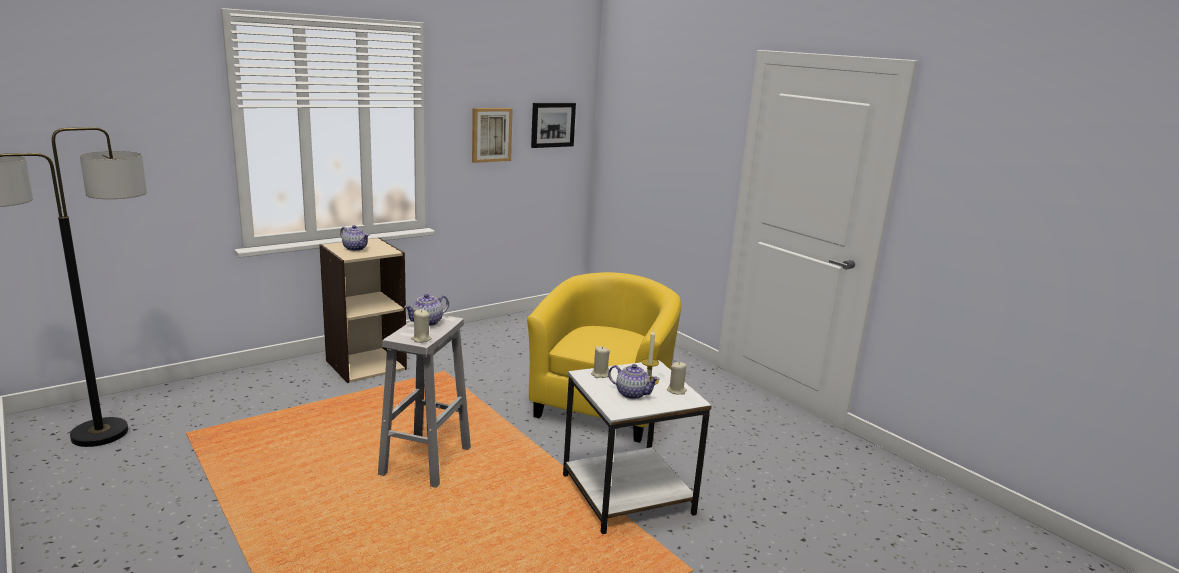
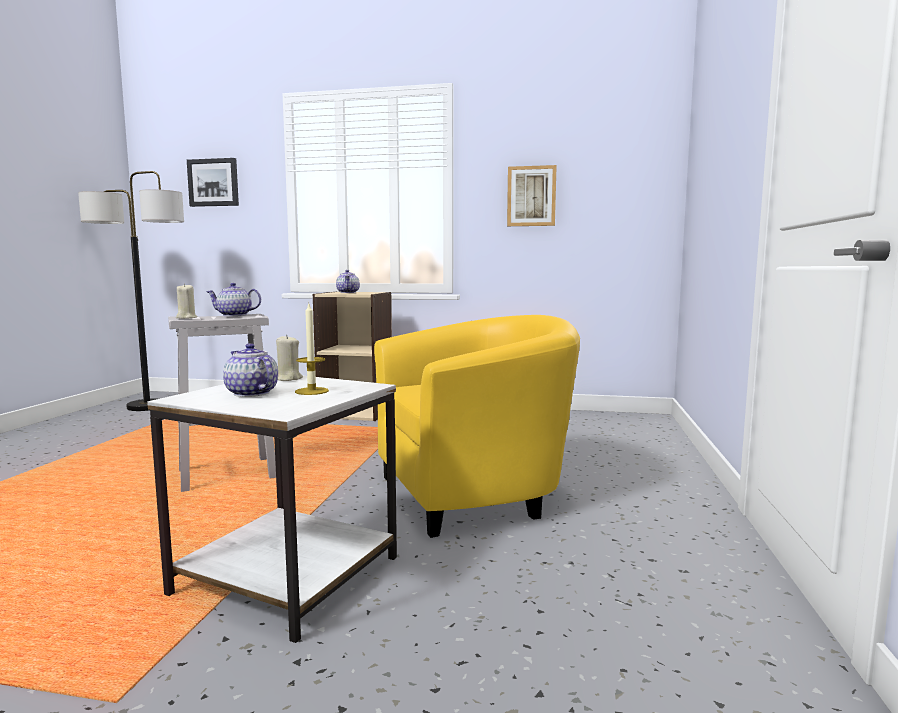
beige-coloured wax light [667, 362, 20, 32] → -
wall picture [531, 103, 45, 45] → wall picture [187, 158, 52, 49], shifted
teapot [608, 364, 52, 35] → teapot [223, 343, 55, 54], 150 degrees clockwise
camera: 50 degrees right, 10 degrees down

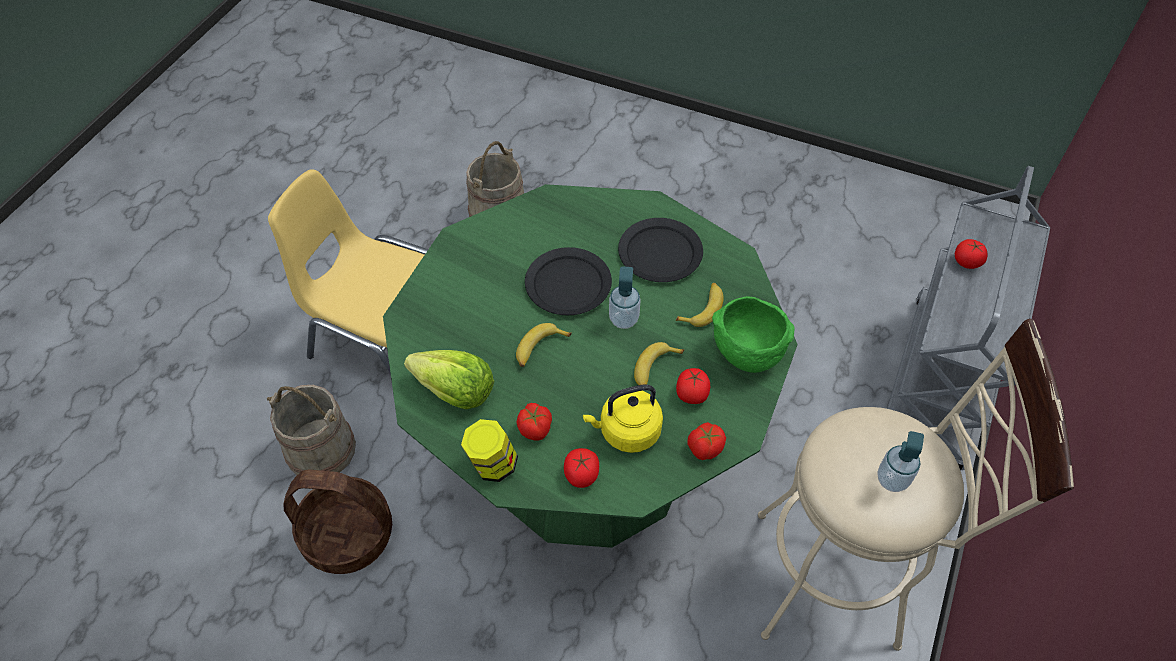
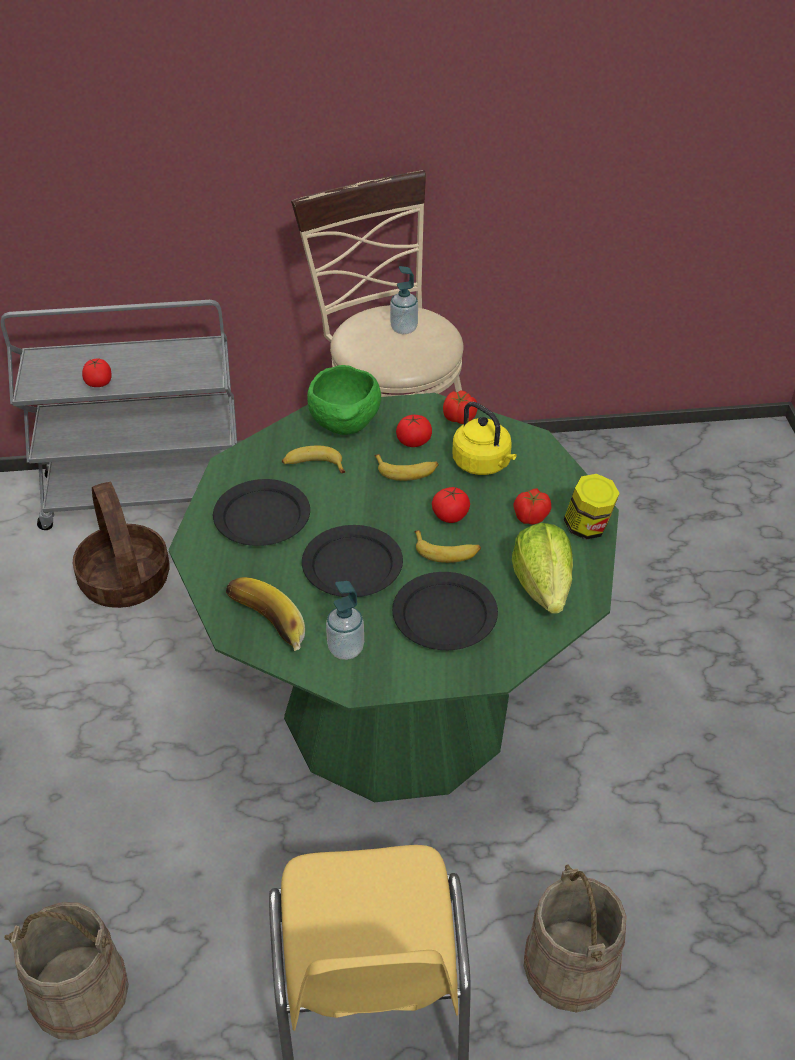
- → whole banana [226, 577, 79, 74]
- → black-coloured dinner plate [392, 572, 106, 78]
basket [283, 470, 109, 104] → basket [73, 481, 96, 127], shifted
tomato [564, 448, 35, 40] → tomato [432, 487, 38, 36], shifted
soap bottle [609, 266, 32, 63] → soap bottle [326, 581, 38, 79], shifted
camera: 120 degrees left, 10 degrees down

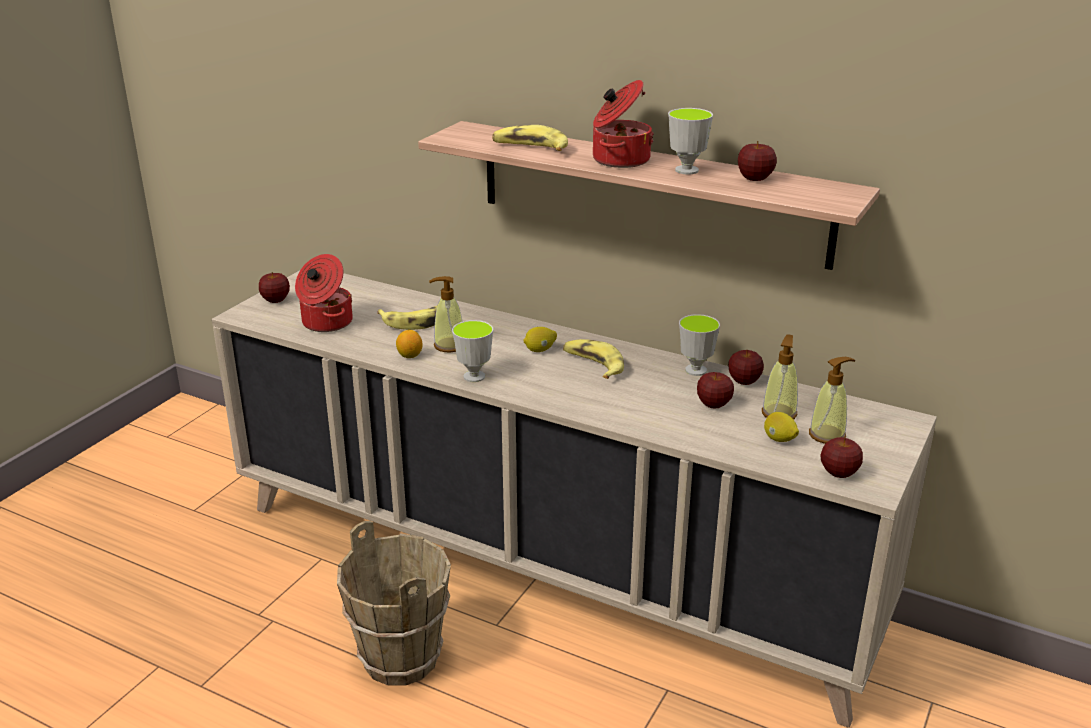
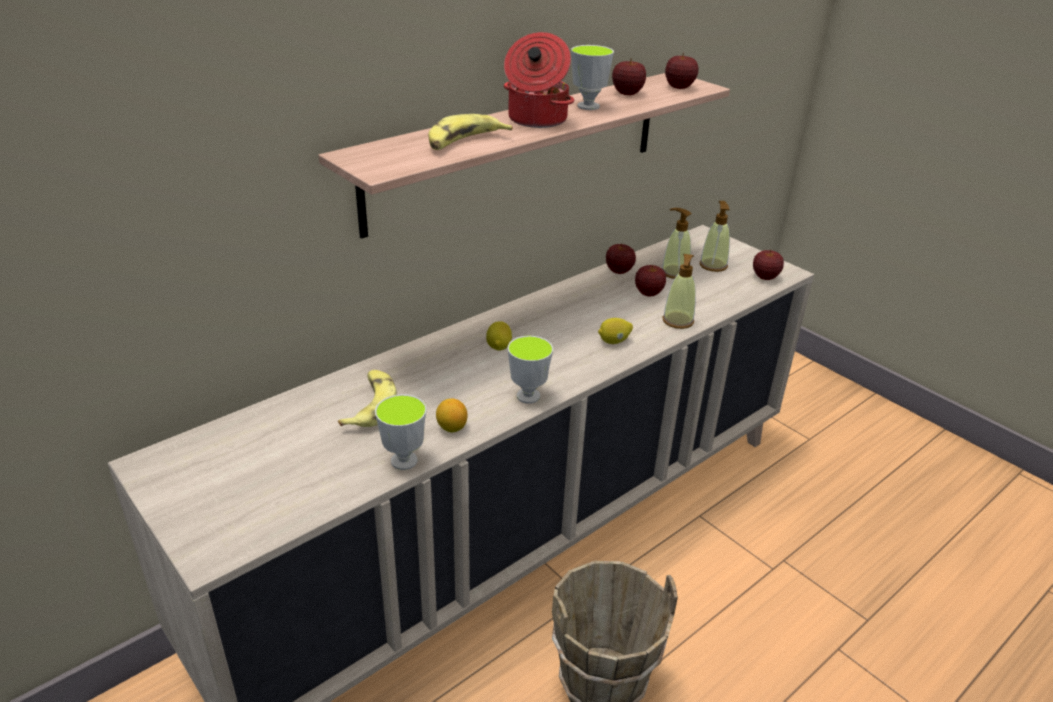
cooking pot [295, 254, 58, 78] → -
whole banana [563, 339, 61, 40] → -
whole apple [259, 272, 31, 31] → whole apple [665, 53, 33, 36], shifted
soap bottle [429, 276, 33, 76] → soap bottle [663, 254, 33, 75], shifted
cup [679, 314, 41, 62] → cup [375, 394, 52, 76], shifted
citrus fruit [764, 412, 35, 30] → citrus fruit [598, 318, 35, 26], shifted
camera: 70 degrees left, 5 degrees up

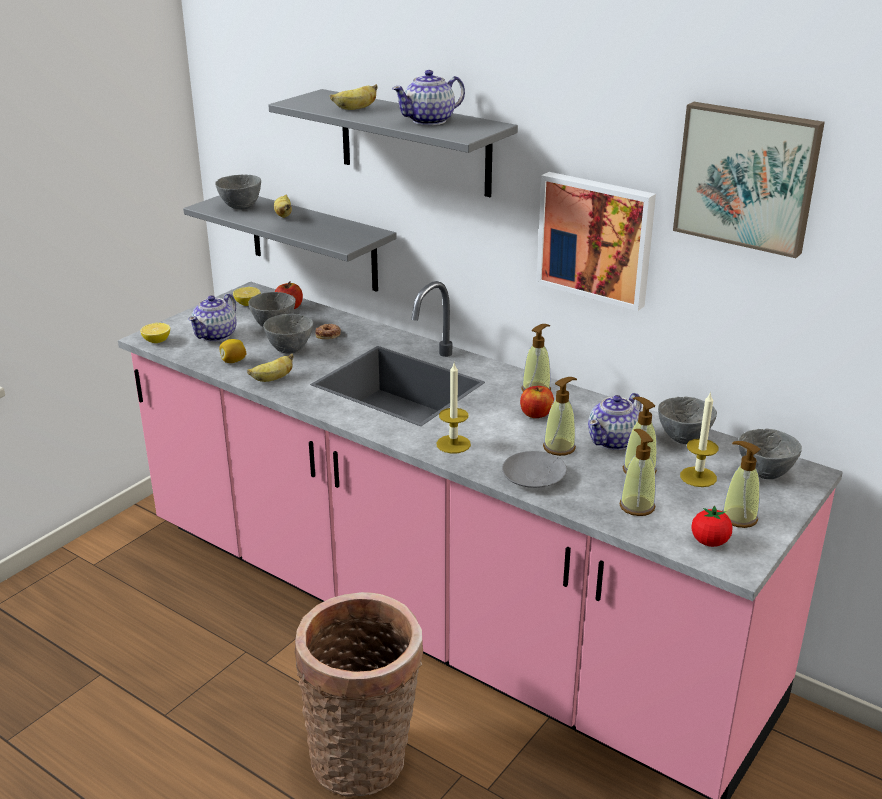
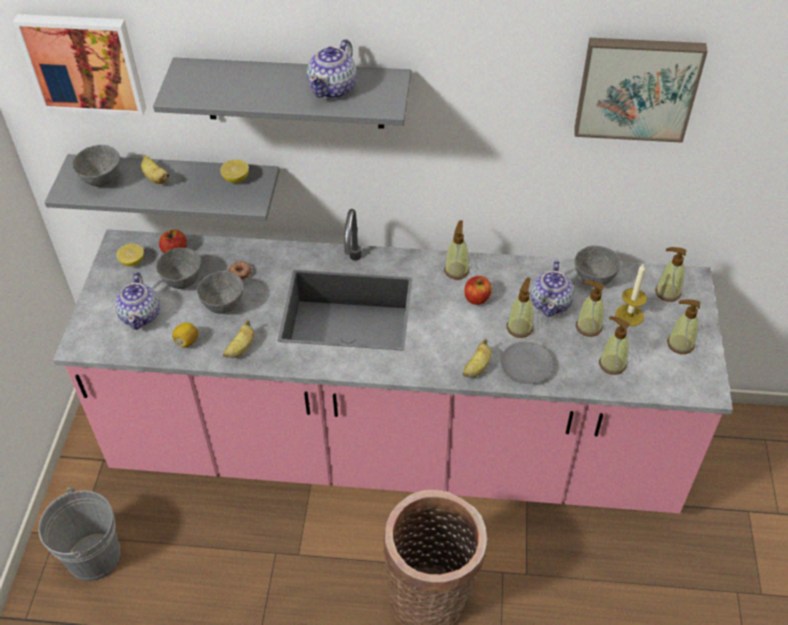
wax light [437, 363, 34, 90] → -
tomato [691, 505, 42, 42] → -
- → grey water bucket [38, 488, 82, 93]
citrus fruit [140, 323, 30, 20] → citrus fruit [220, 159, 29, 24], shifted
whole banana [330, 84, 48, 26] → whole banana [462, 339, 30, 39], shifted
wall picture [536, 172, 120, 139] → wall picture [13, 14, 133, 102], shifted
grey deep dish [739, 429, 63, 50] → soap bottle [655, 247, 31, 55]
camera: 30 degrees left, 20 degrees up

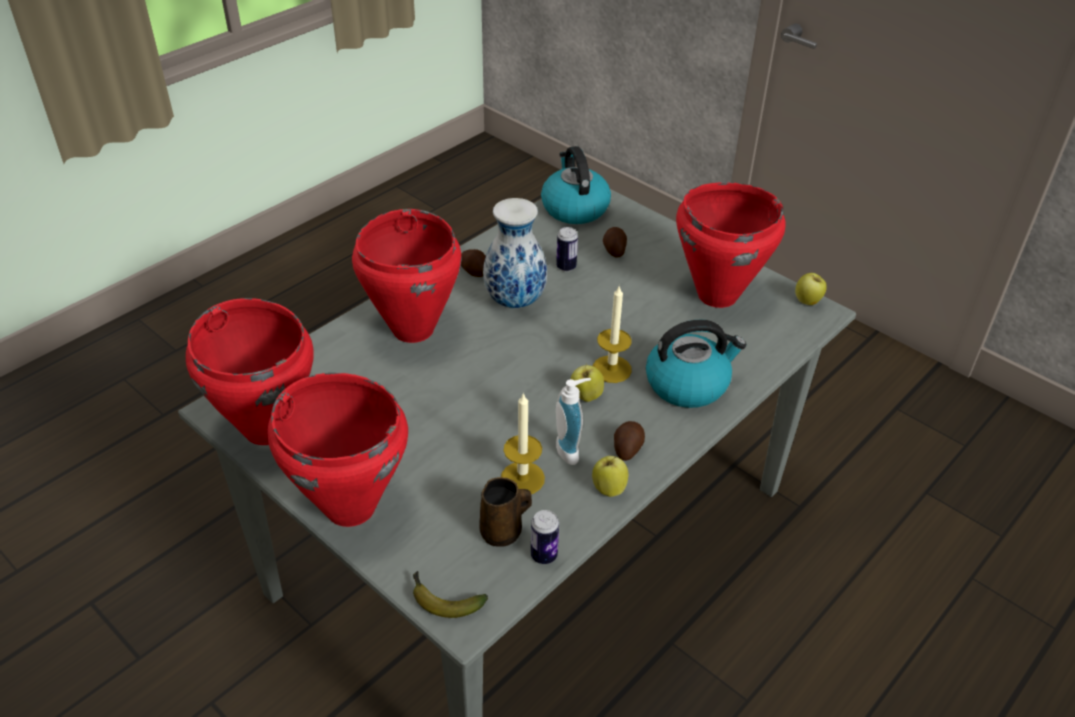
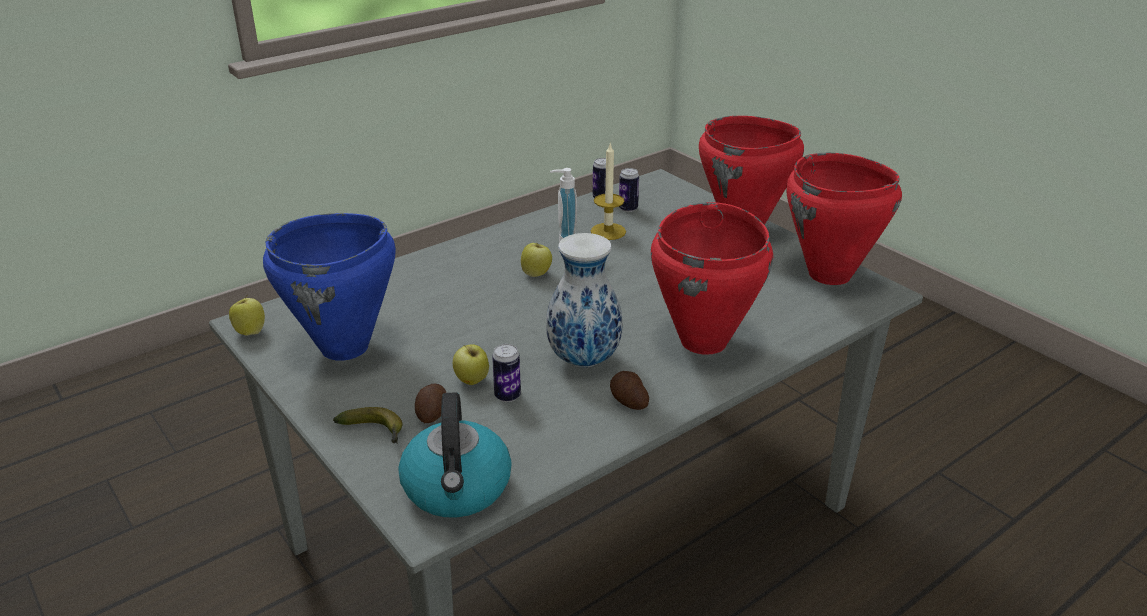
wax light [592, 286, 40, 97] → -
spud [614, 421, 31, 40] → -
water kettle [646, 319, 100, 89] → -
whole banana [413, 571, 75, 47] → whole banana [333, 407, 69, 36], shifted
whole apple [592, 456, 36, 41] → whole apple [453, 344, 36, 41], shifted
brown mug [479, 477, 53, 70] → can [619, 168, 20, 44]
reddish cooking pot [676, 182, 110, 126] → blue-coloured cooking pot [263, 213, 133, 148]
camera: 170 degrees left, 10 degrees down

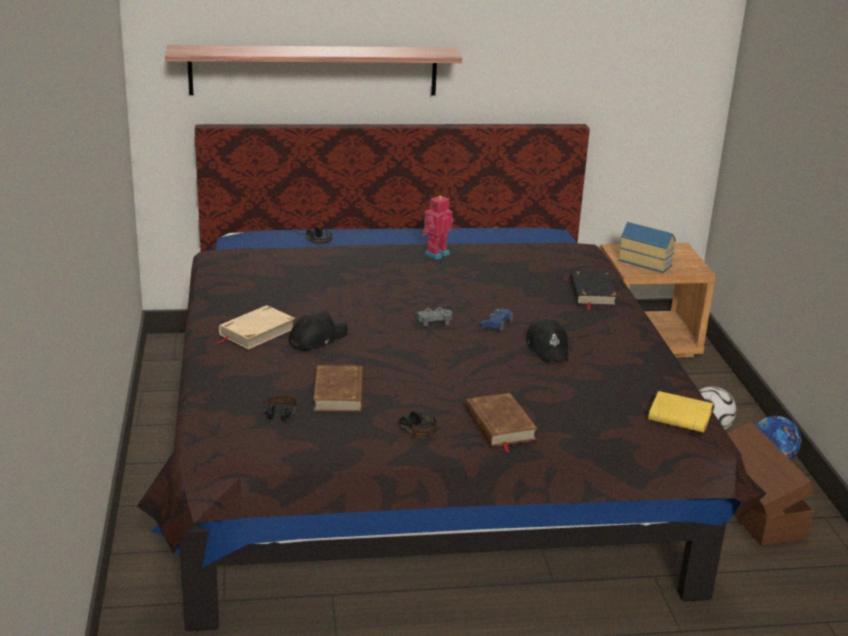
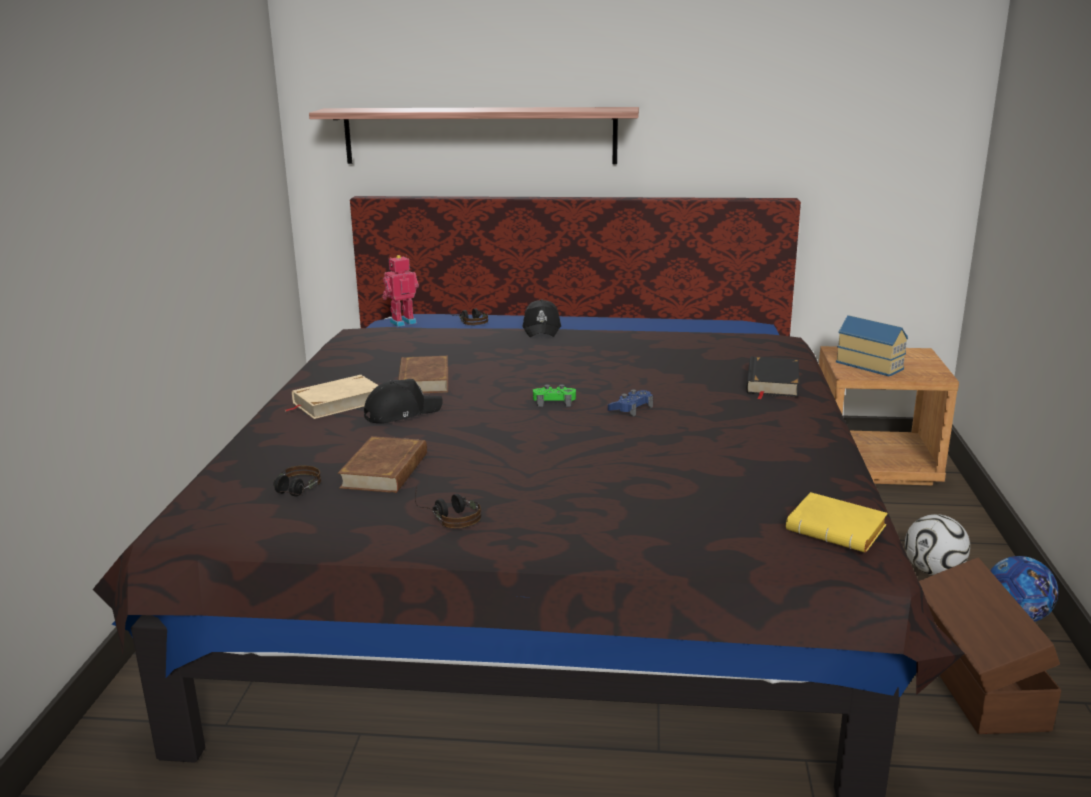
toy robot [421, 195, 32, 64] → toy robot [382, 255, 37, 72], shifted
brown bound book [465, 393, 73, 60] → brown bound book [398, 356, 50, 37], shifted
black-coloured baseball cap [526, 319, 42, 44] → black-coloured baseball cap [522, 299, 39, 38], shifted
grey game controller [415, 307, 37, 20] → greenish game controller [533, 384, 43, 23]
camera: 15 degrees right, 5 degrees down

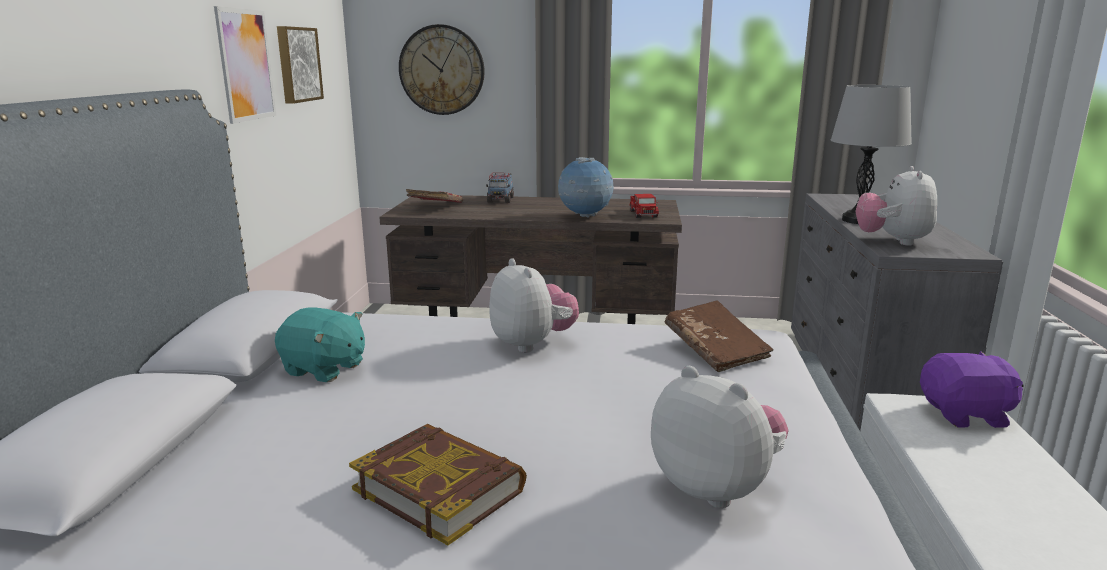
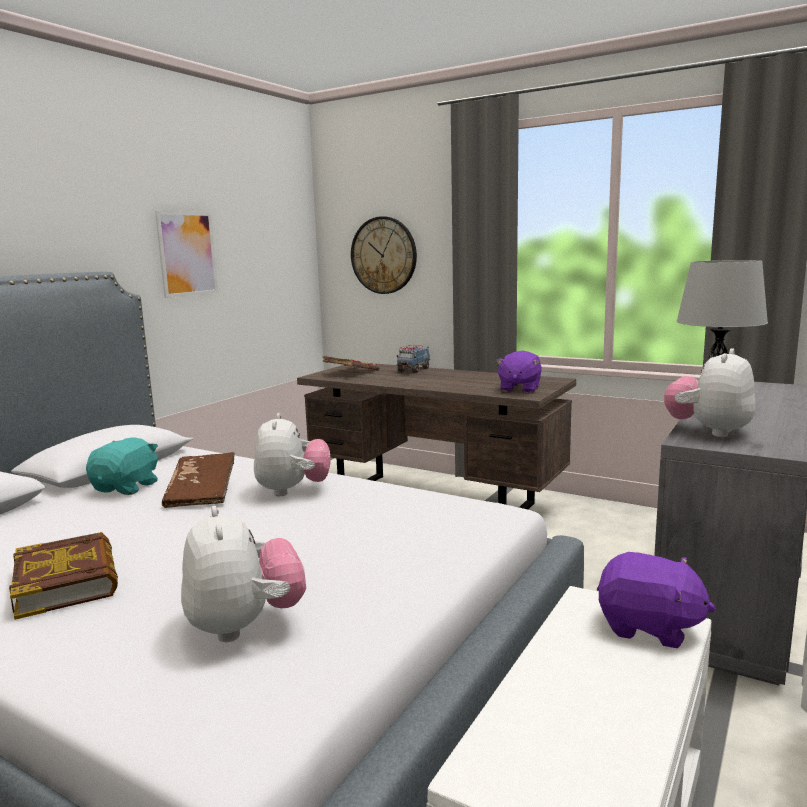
wall picture [277, 26, 47, 78] → -
world globe [558, 157, 55, 60] → -
brown bound book [665, 300, 108, 72] → brown bound book [162, 452, 73, 56], shifted
toy lorry [630, 194, 29, 24] → purple soft toy [496, 351, 46, 42]
turquoise-coloured soft toy [275, 307, 90, 75] → turquoise-coloured soft toy [86, 437, 72, 58], 120 degrees counterclockwise
camera: 25 degrees right, 5 degrees down

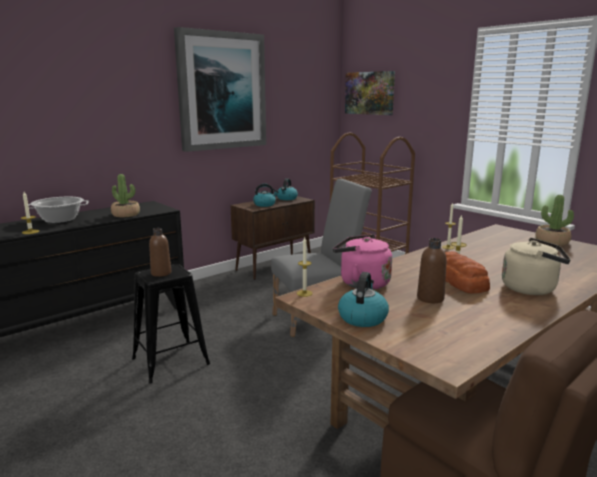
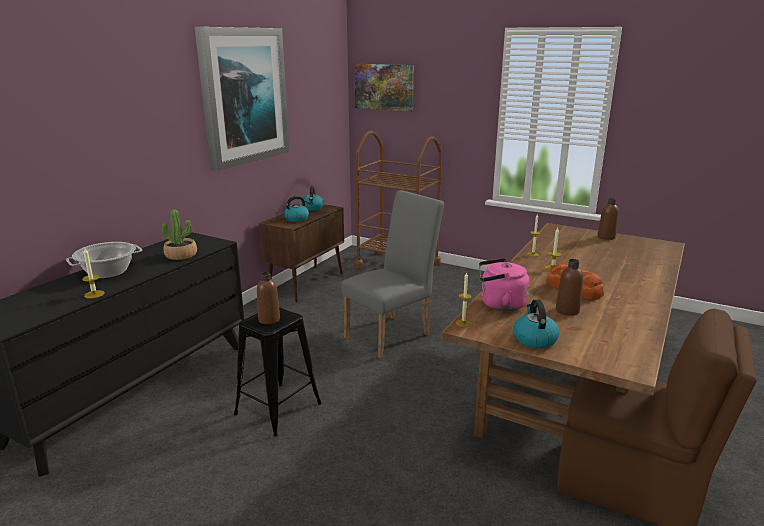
beige-coloured water kettle [502, 238, 69, 57] → -
potted plant [536, 195, 38, 50] → brown beverage bottle [597, 198, 22, 42]
camera: 20 degrees left, 5 degrees up

